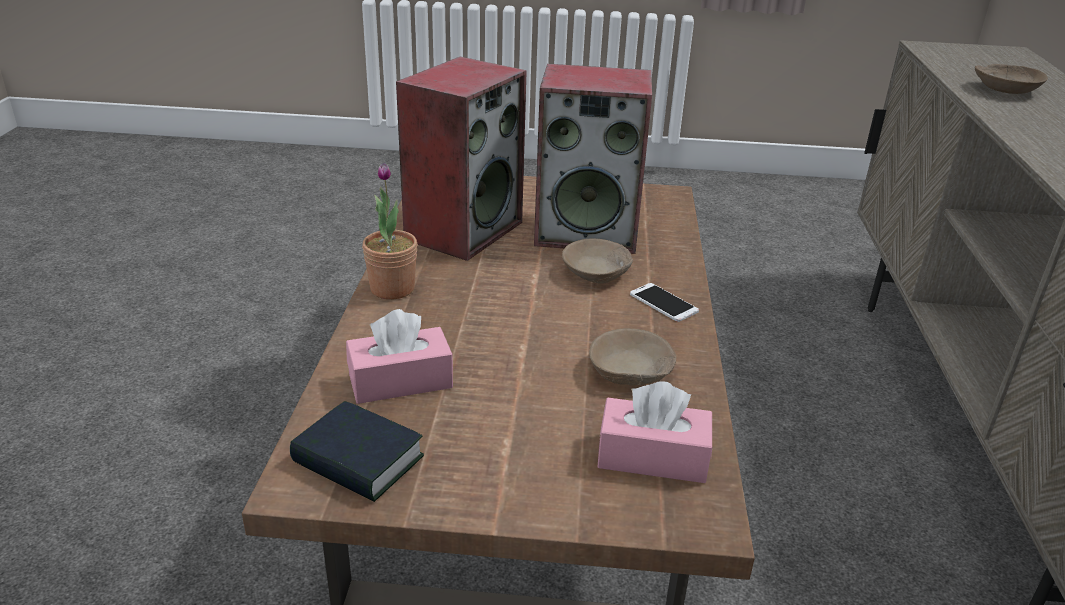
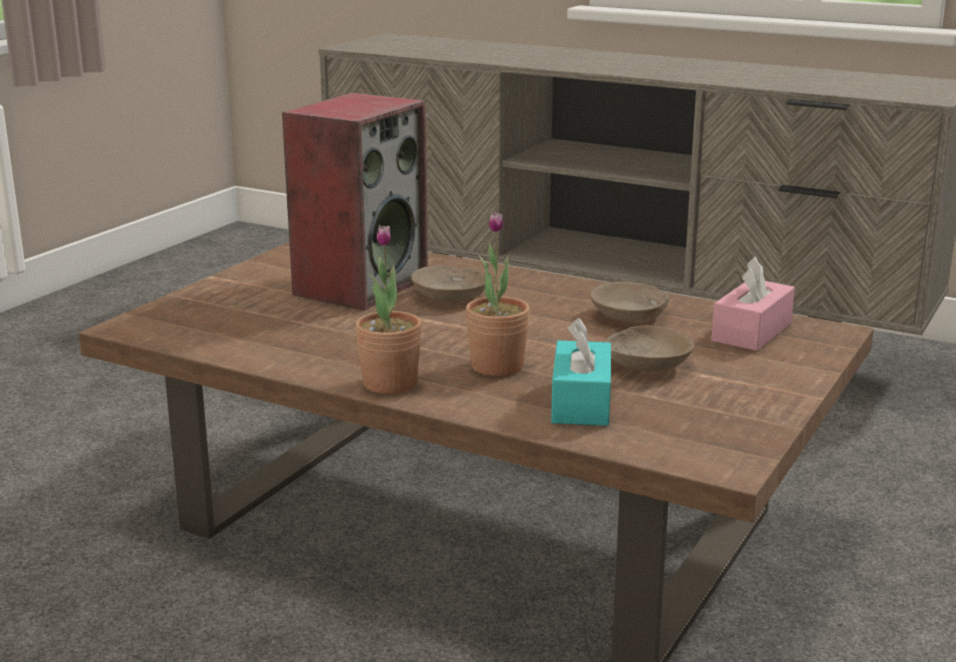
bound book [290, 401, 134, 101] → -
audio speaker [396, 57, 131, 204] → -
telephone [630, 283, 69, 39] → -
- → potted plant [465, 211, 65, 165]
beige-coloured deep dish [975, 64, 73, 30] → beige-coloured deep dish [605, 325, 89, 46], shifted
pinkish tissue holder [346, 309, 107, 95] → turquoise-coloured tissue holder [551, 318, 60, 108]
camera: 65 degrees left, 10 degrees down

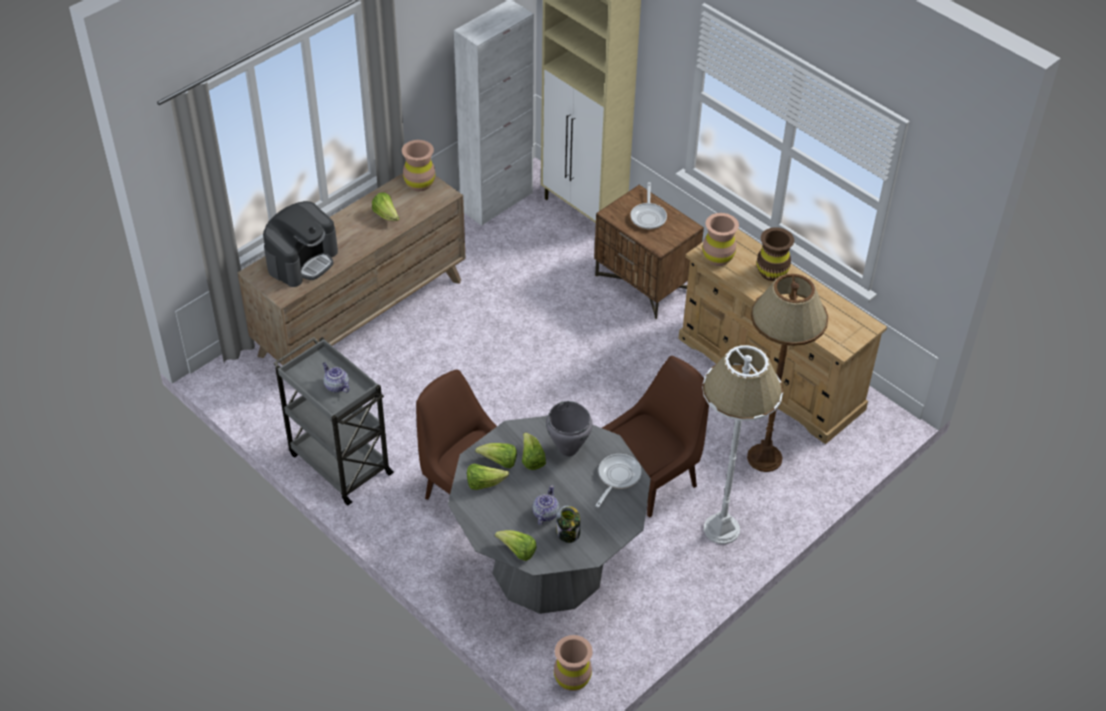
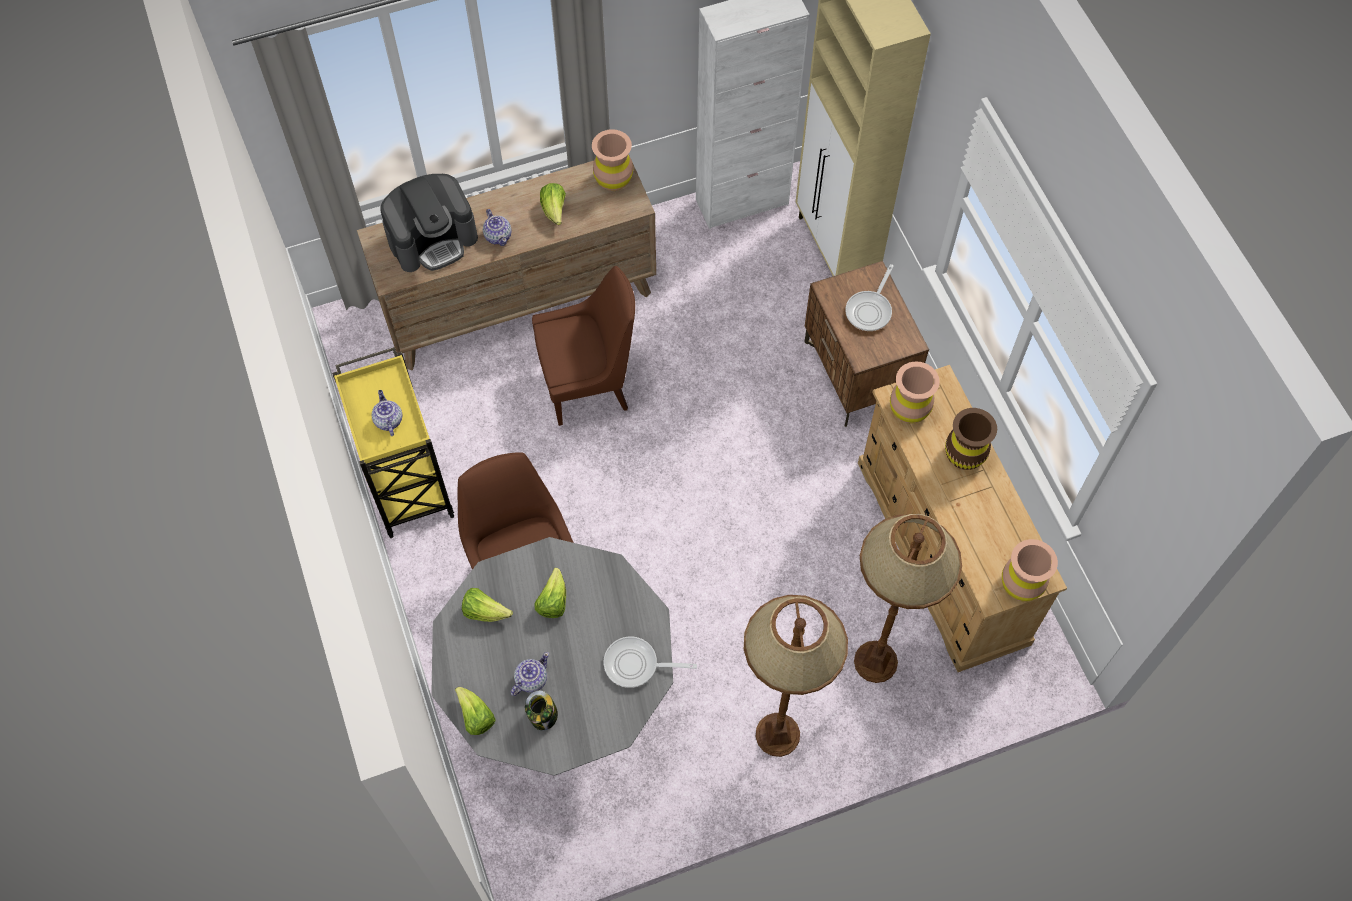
head of lettuce [475, 443, 42, 25] → -
grey cooking pot [546, 401, 47, 55] → -
- → teapot [483, 209, 29, 37]
brown decorative vase [554, 635, 39, 56] → brown decorative vase [1002, 539, 56, 63], shifted
brown chair [602, 356, 107, 162] → brown chair [532, 266, 103, 160], shifted
grey cart [273, 337, 121, 168] → yellowish cart [332, 347, 122, 191]
whitish standard lamp [702, 345, 81, 199] → brown standard lamp [744, 595, 104, 162]
pan [595, 454, 47, 53] → pan [604, 636, 93, 52], 135 degrees counterclockwise
camera: 25 degrees right, 15 degrees up

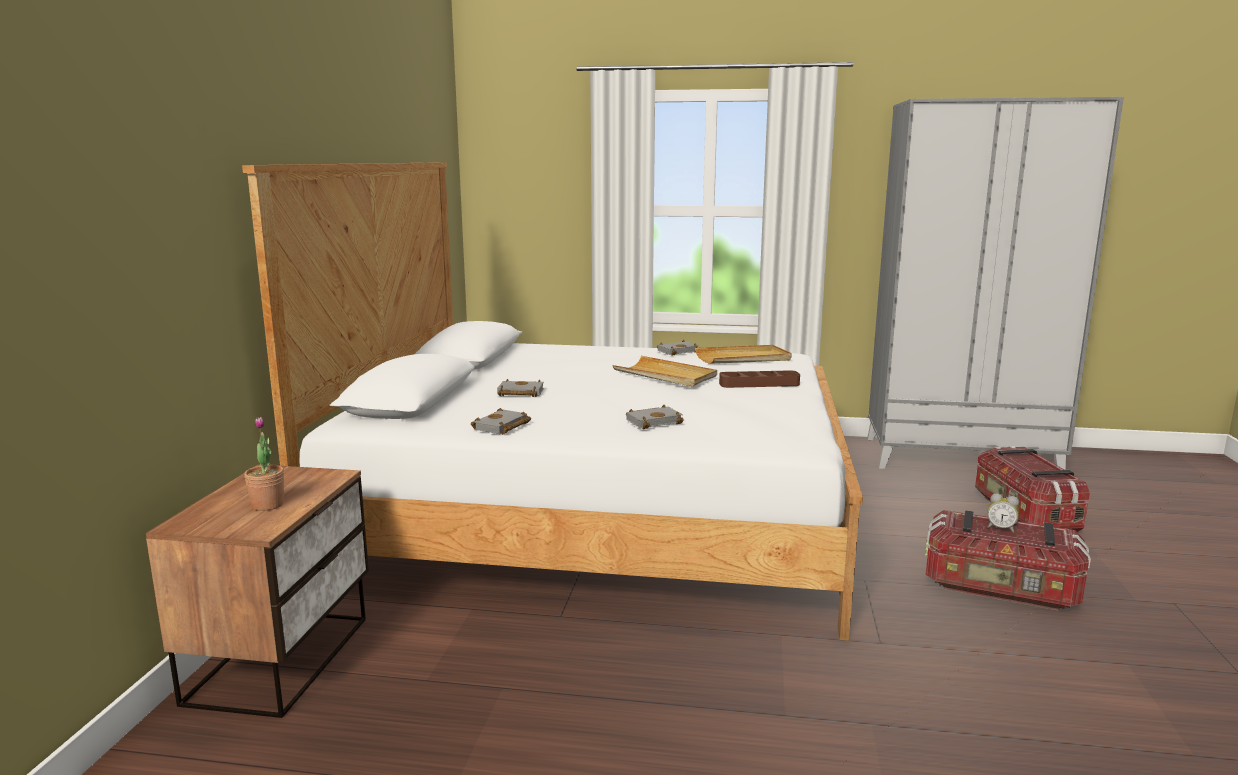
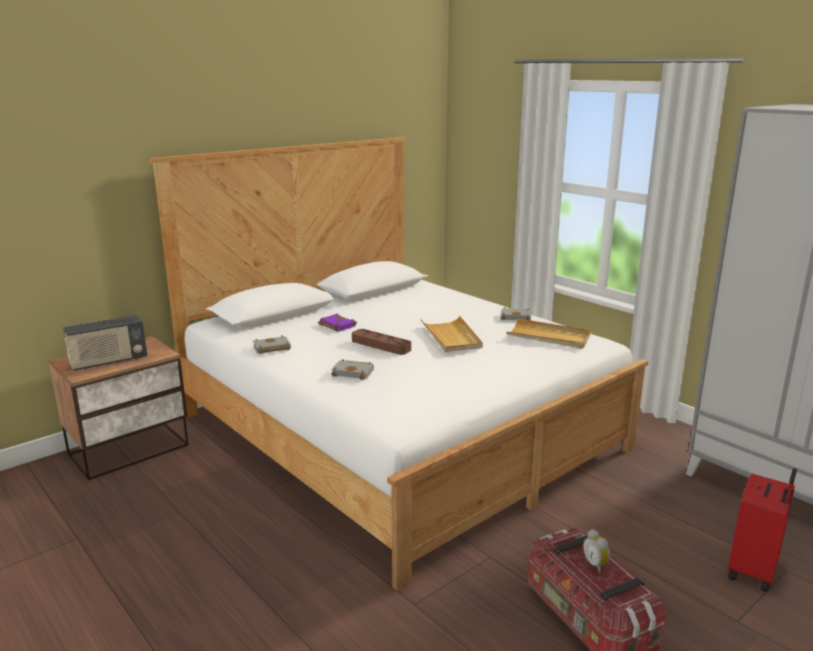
brown tray [719, 370, 81, 18] → brown tray [352, 329, 59, 26], shifted
potted plant [244, 417, 40, 94] → radio set [63, 315, 84, 56]
storage bin [975, 446, 115, 87] → reddish suitcase [728, 468, 69, 124]
grey bound book [497, 379, 47, 18] → purple bound book [318, 313, 39, 19]
camera: 40 degrees right, 5 degrees up

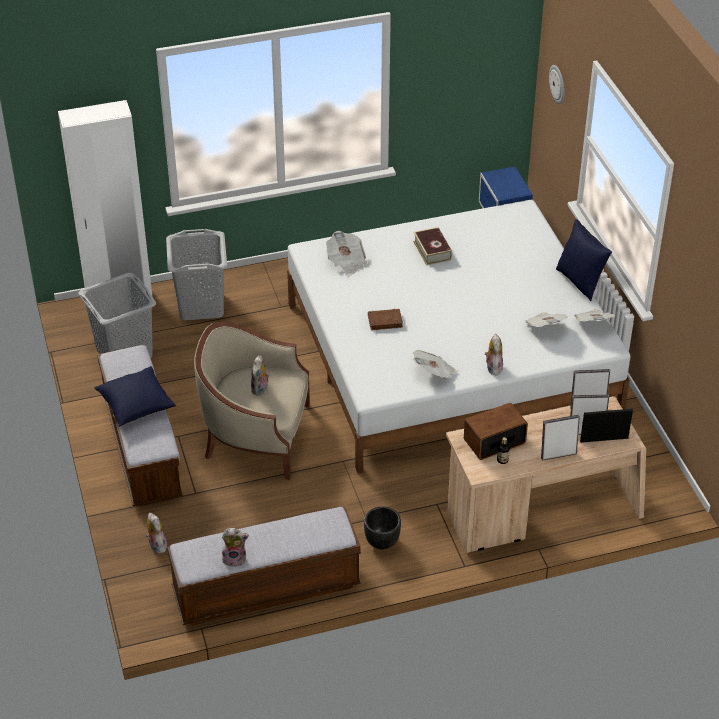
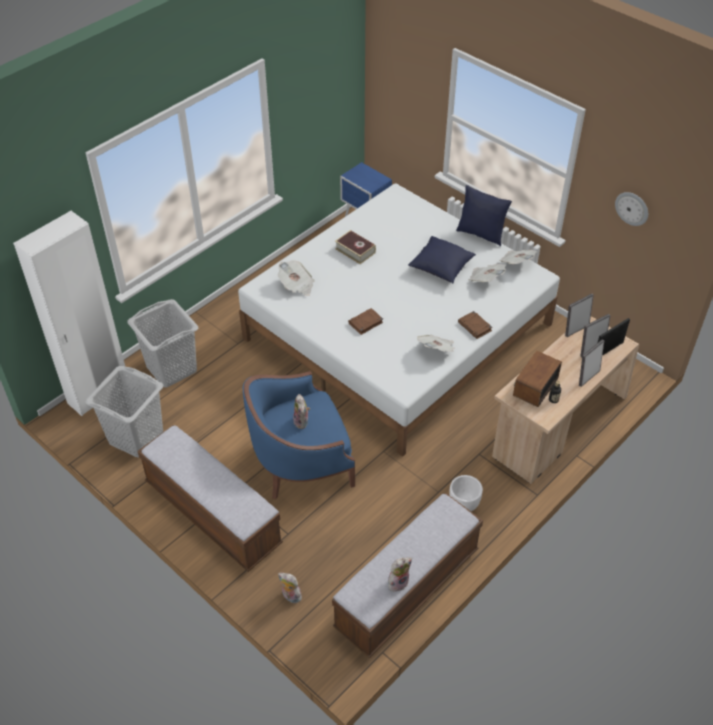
blue-coloured cushion [95, 366, 81, 61] → blue-coloured cushion [408, 236, 68, 47], shifted
hanging clock [549, 65, 16, 39] → hanging clock [615, 192, 33, 34], shifted
soft toy [485, 334, 18, 42] → brown bound book [458, 311, 34, 28]
beige-coloured lounge chair [194, 322, 116, 158] → blue-coloured lounge chair [243, 371, 112, 129]
black-coloured flower pot [364, 506, 37, 43] → whitish flower pot [449, 475, 34, 36]
camera: 30 degrees left, 5 degrees up

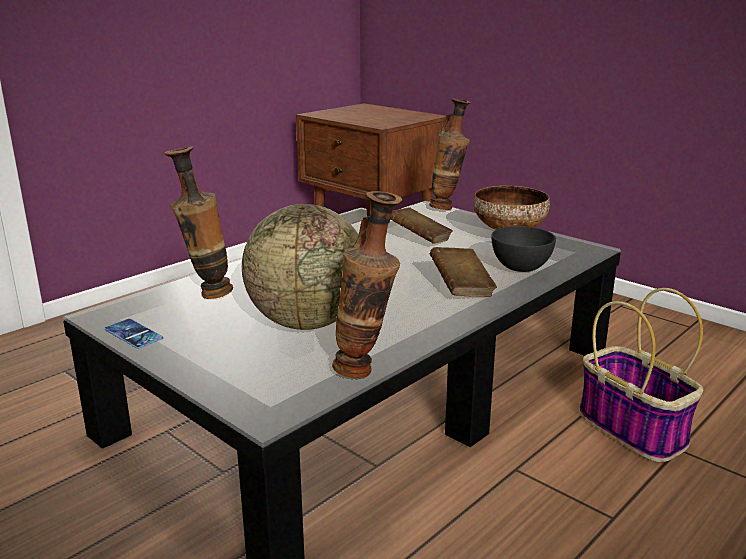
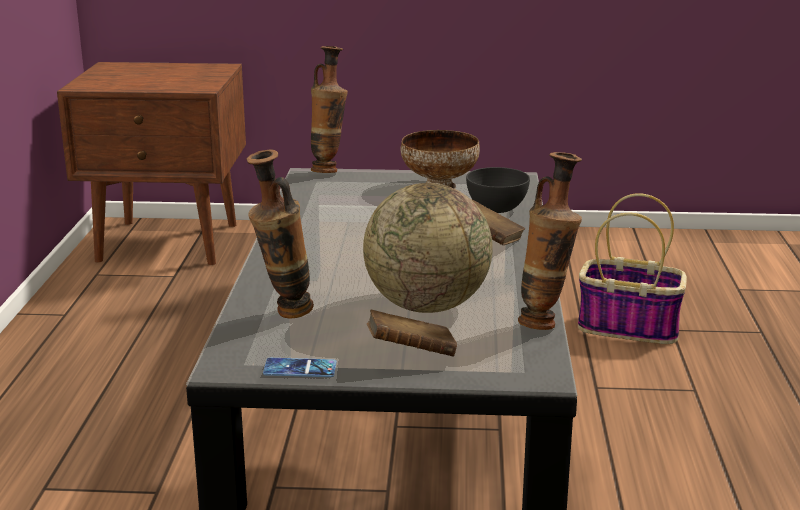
brown bound book [390, 207, 63, 37] → brown bound book [367, 310, 90, 46], shifted
camera: 40 degrees left, 0 degrees up

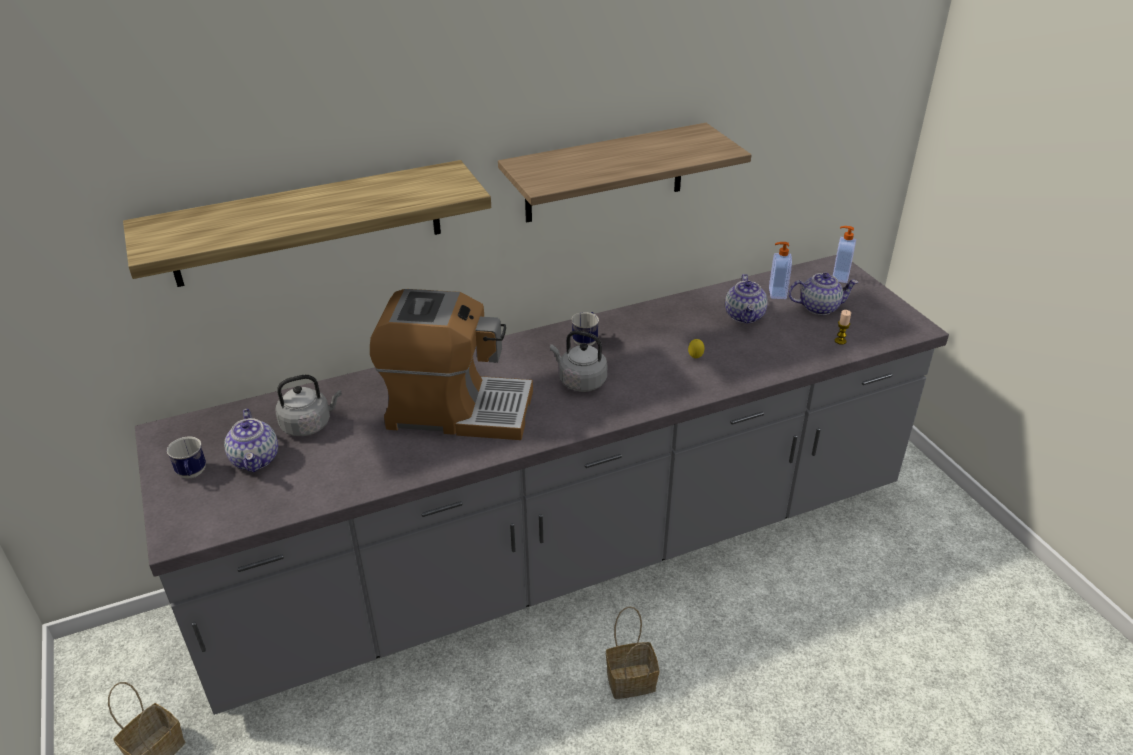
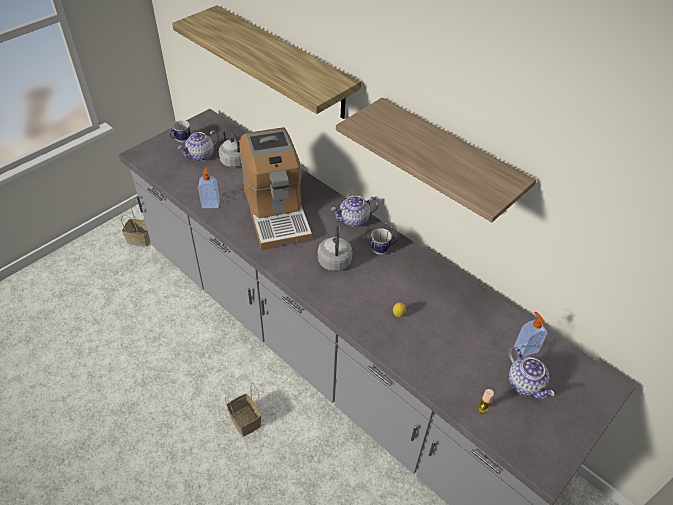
teapot [725, 274, 43, 50] → teapot [331, 196, 48, 31], shifted
soap bottle [833, 226, 23, 57] → soap bottle [198, 167, 22, 41], shifted
camera: 65 degrees right, 10 degrees up

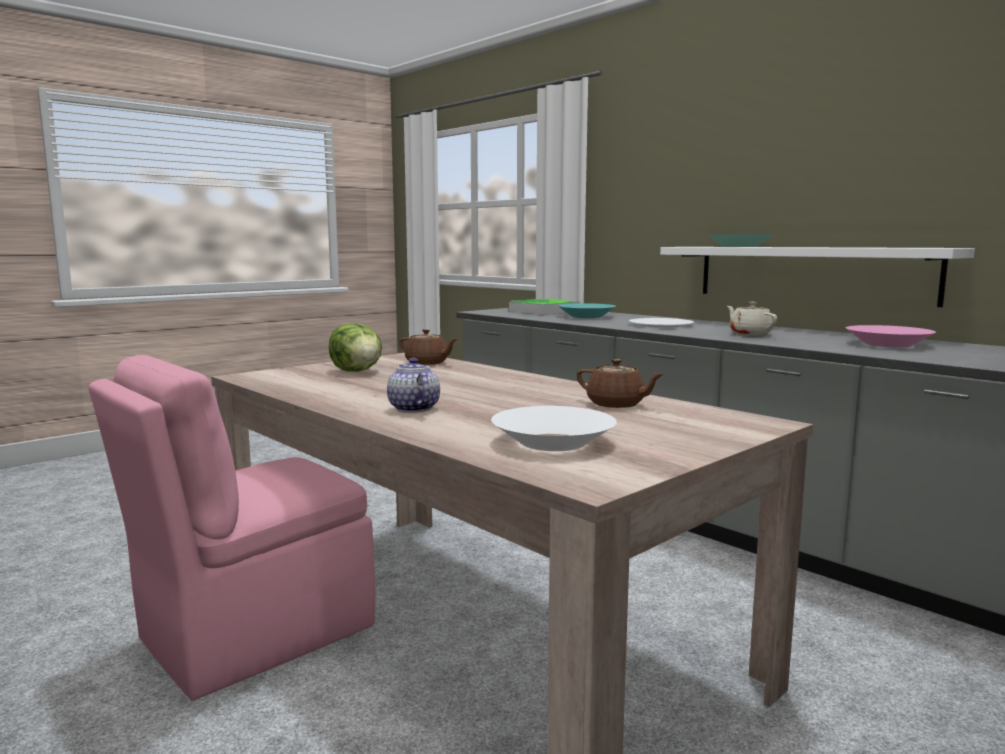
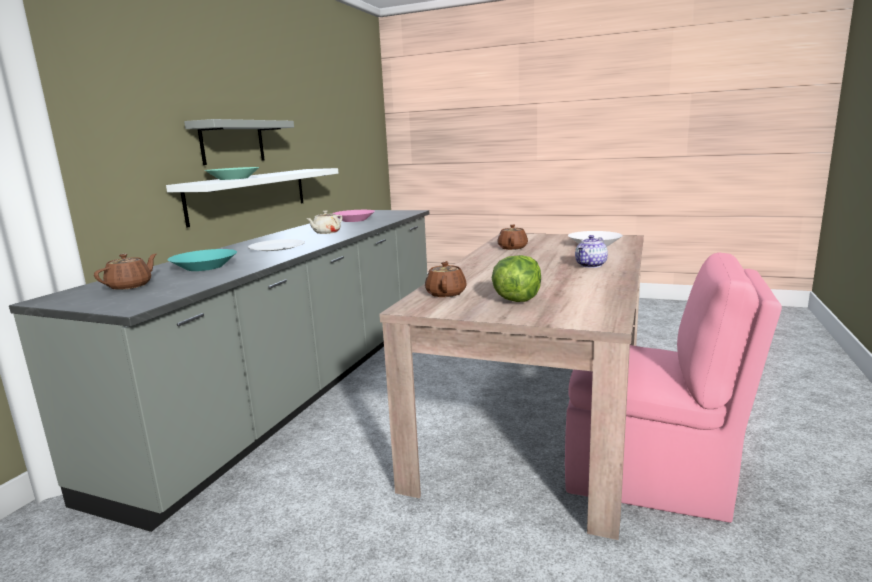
- → grey bracket shelf [184, 119, 110, 46]
tray [509, 299, 71, 16] → brown teapot [94, 254, 62, 36]
camera: 115 degrees left, 5 degrees up

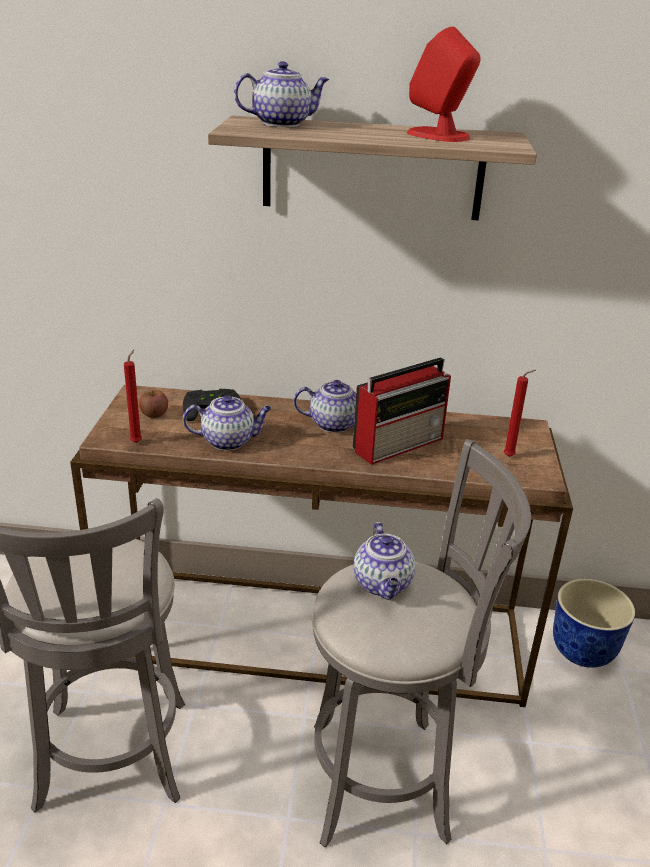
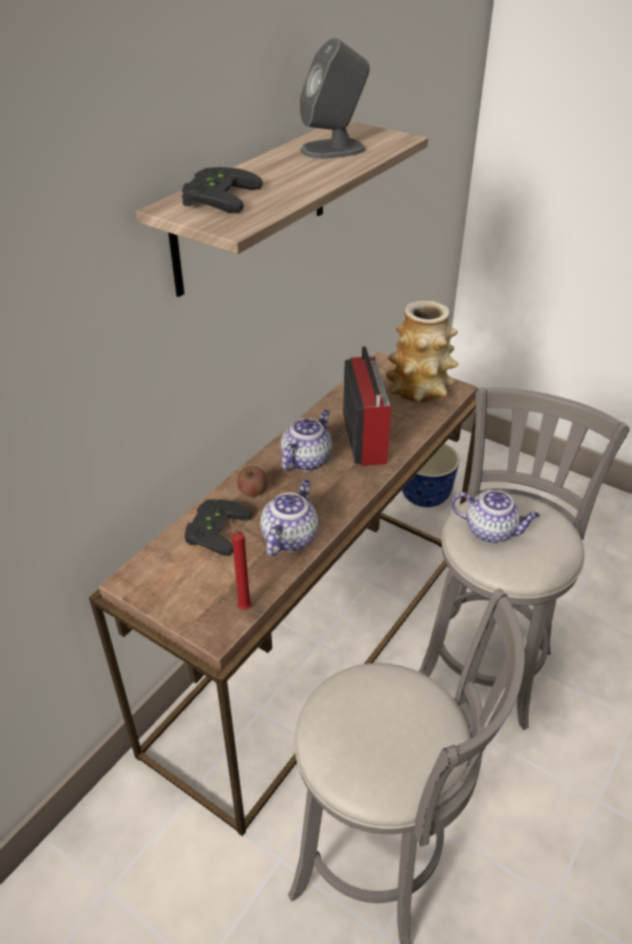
whole apple [139, 390, 29, 28] → whole apple [237, 466, 31, 31], shifted
teapot [234, 61, 95, 66] → black-coloured game controller [182, 167, 81, 46]
reddish wax light [503, 370, 33, 87] → decorative vase [386, 300, 72, 103]
reddish audio speaker [407, 27, 74, 115] → grey audio speaker [300, 38, 70, 121]
camera: 60 degrees left, 10 degrees up

